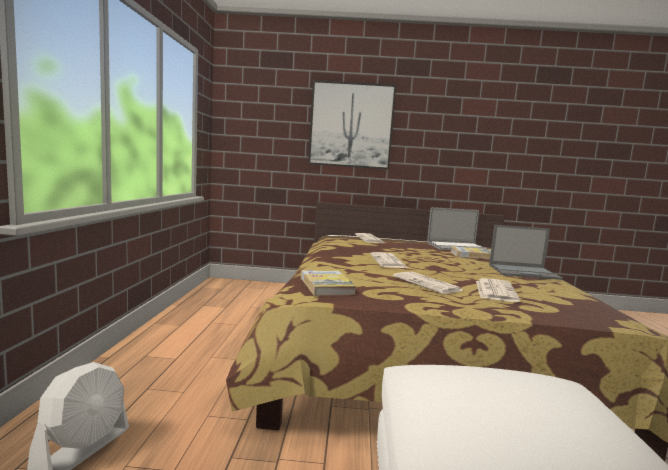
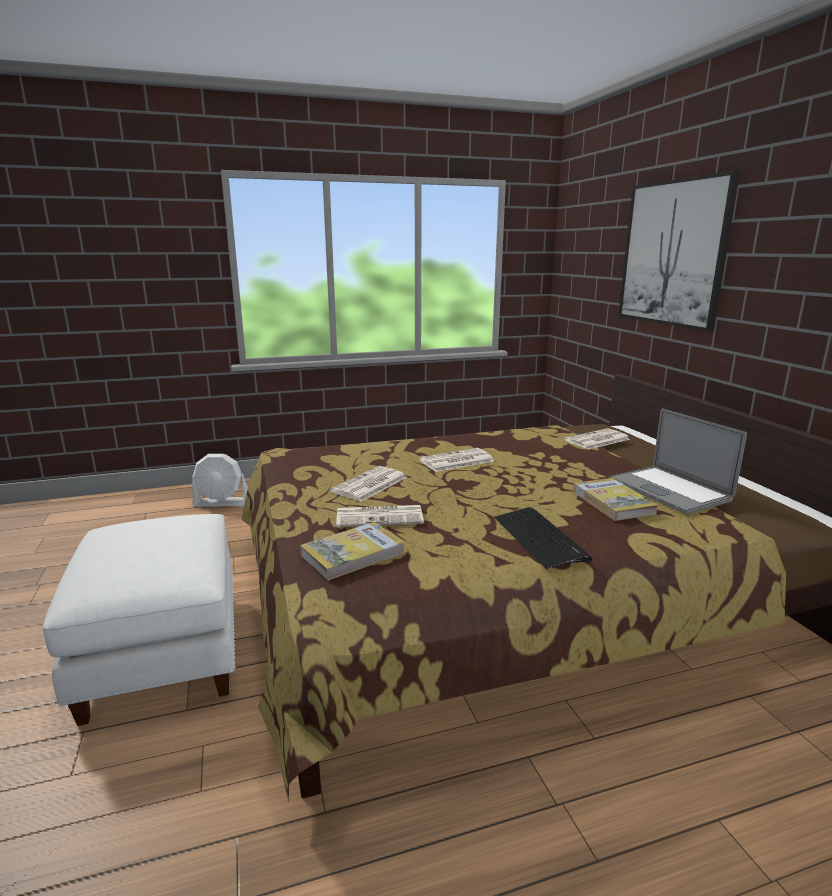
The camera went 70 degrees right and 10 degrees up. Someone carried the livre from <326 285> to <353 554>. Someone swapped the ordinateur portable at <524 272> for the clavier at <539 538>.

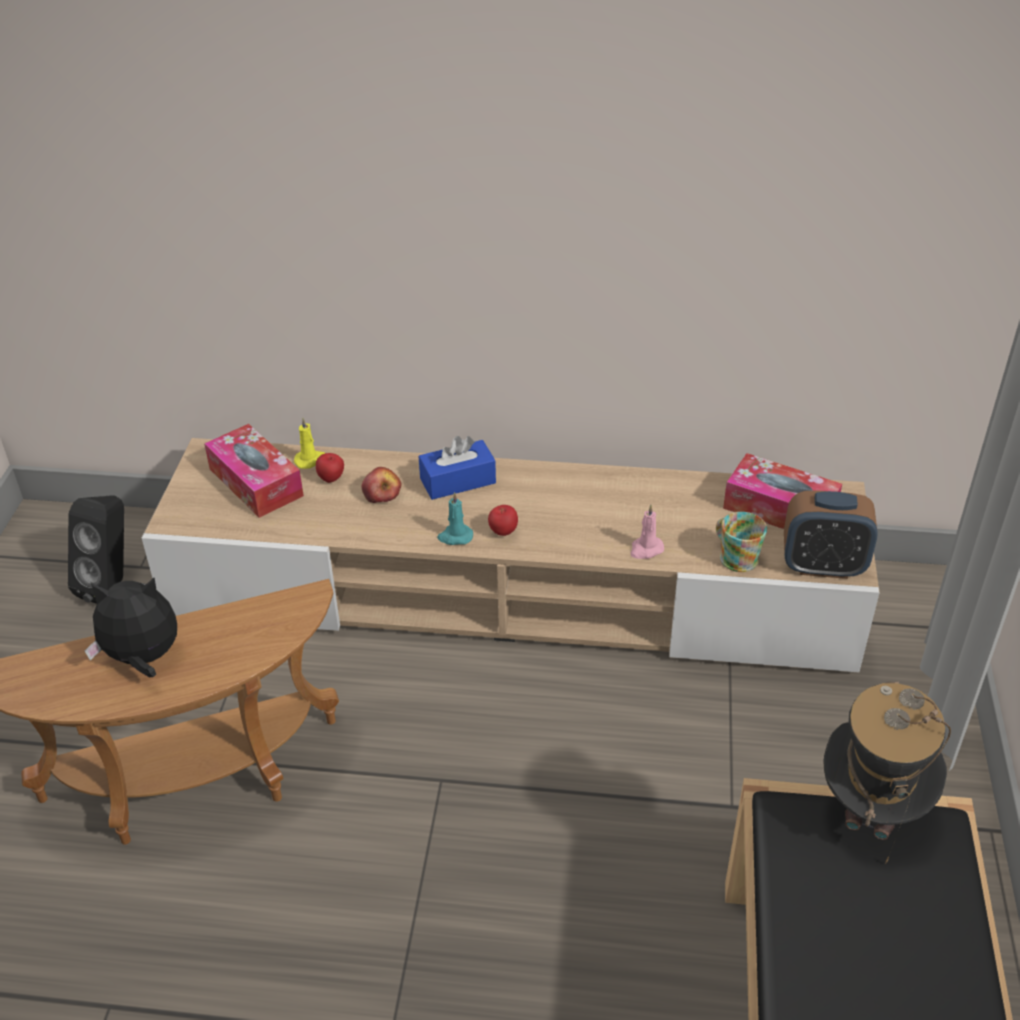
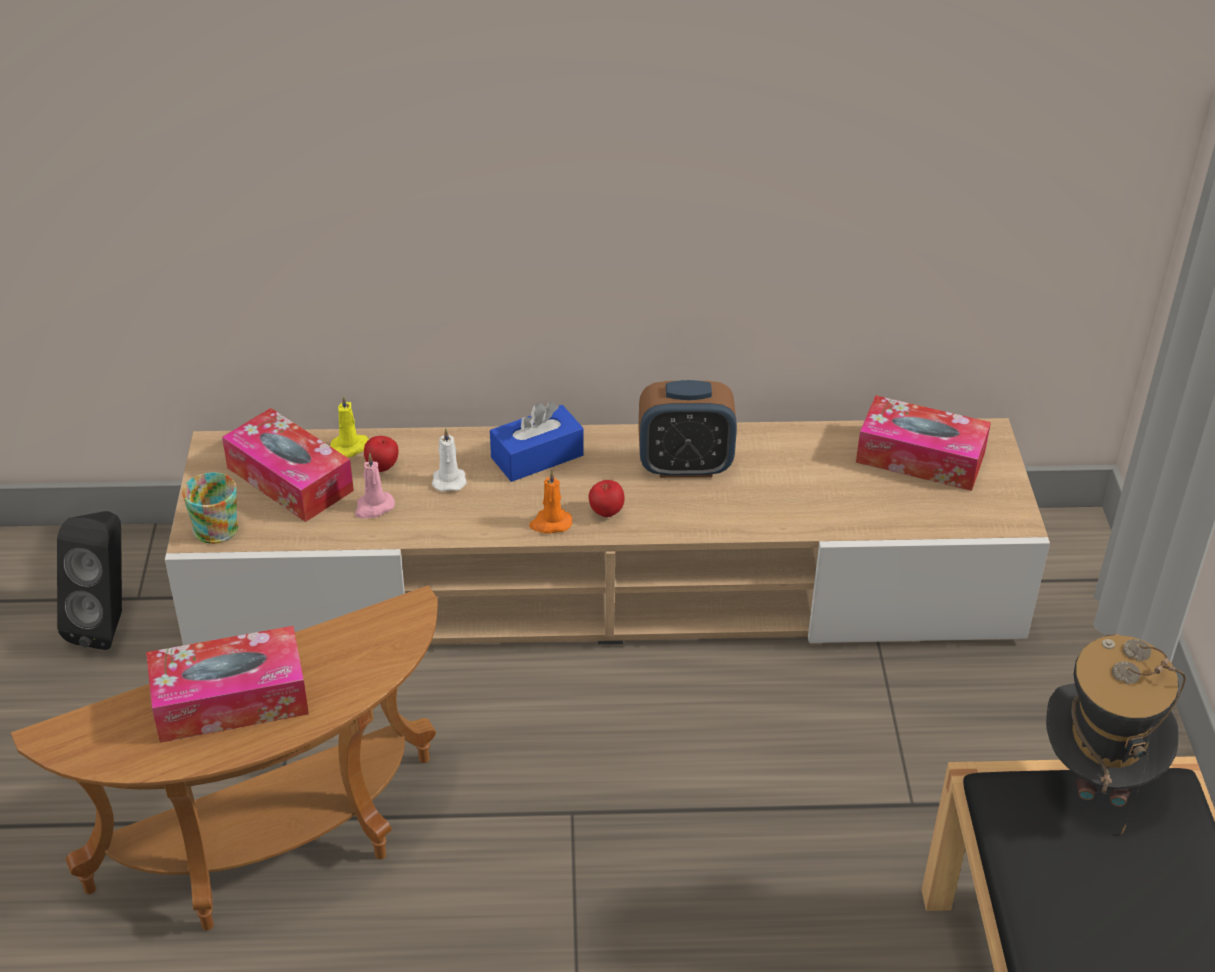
The camera went 10 degrees left and 0 degrees up. Someone carried the bougie/rose from <646 549> to <373 507>. Someone carried the mug from <735 556> to <212 525>. Someone carried the réveil from <822 566> to <685 466>. Someone swapped the peluche at <143 659> for the boîte à mouchoirs at <231 700>. Someone swapped the pomme at <382 493> for the bougie/blanc at <449 479>. Someone repainted the bougie/turquoise at <455 536>, which became the bougie/orange at <550 523>.

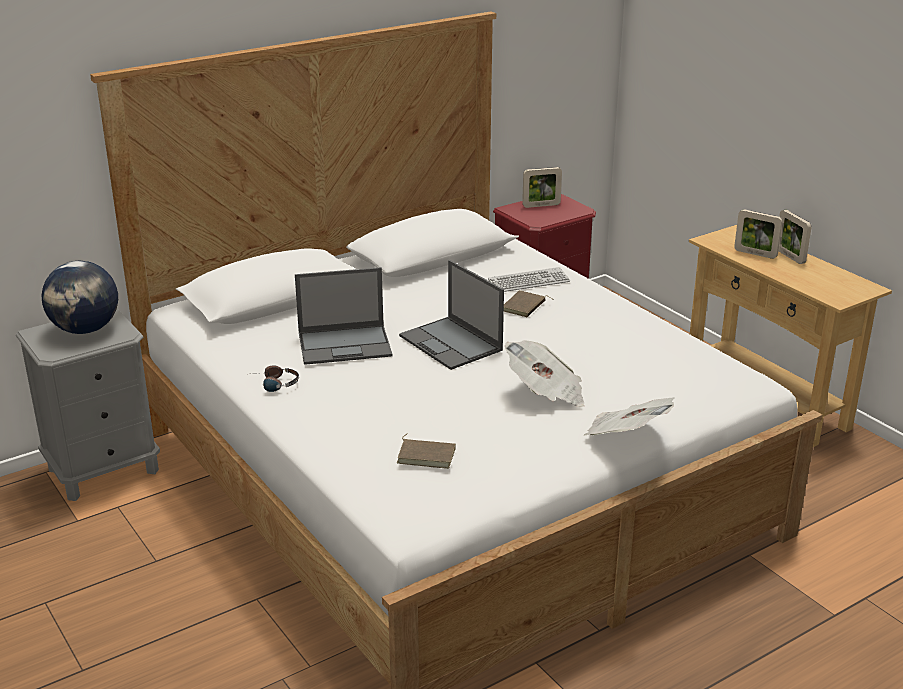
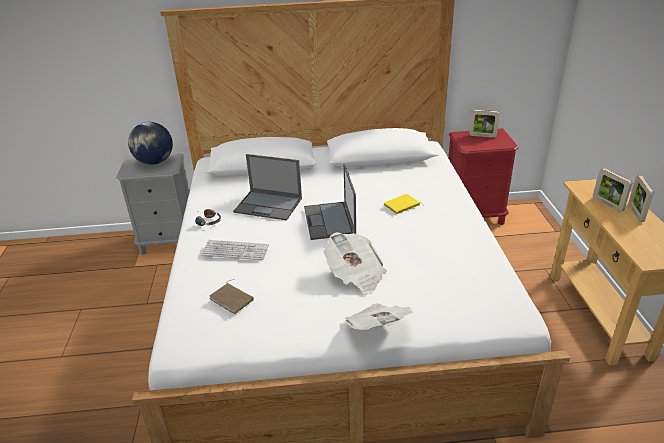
The camera went 30 degrees right and 5 degrees up. Someone carried the clavier from <529 281> to <235 251>. Someone repainted the livre/marron at <524 307>, which became the livre/jaune at <402 206>.

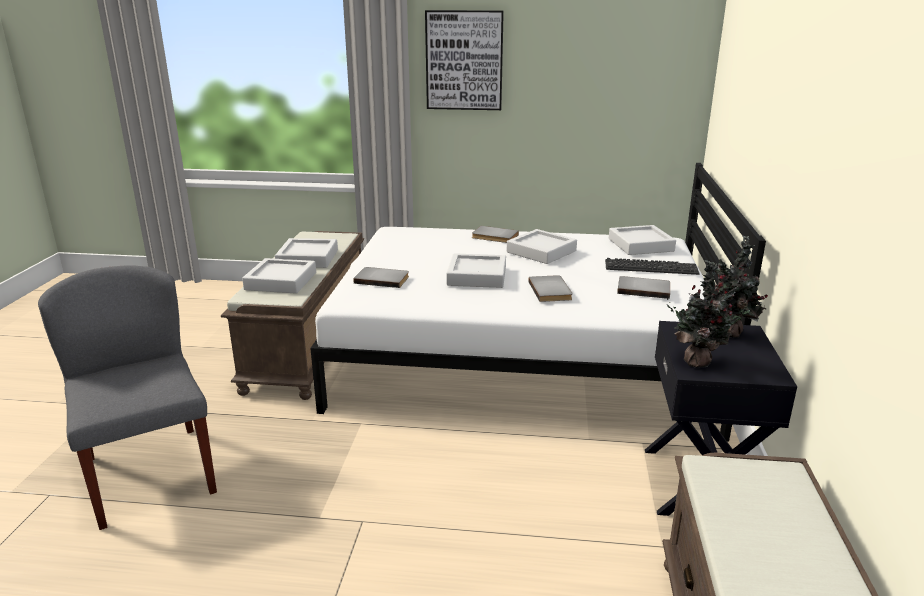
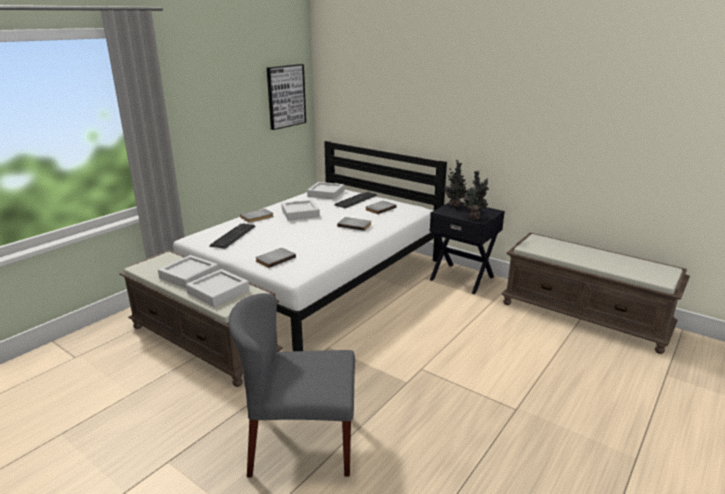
The camera went 60 degrees left and 0 degrees up. Someone took away the plateau/gris at <477 276>. Someone put down the clavier at <233 236>. Someone carried the tableau from <464 60> to <286 96>.

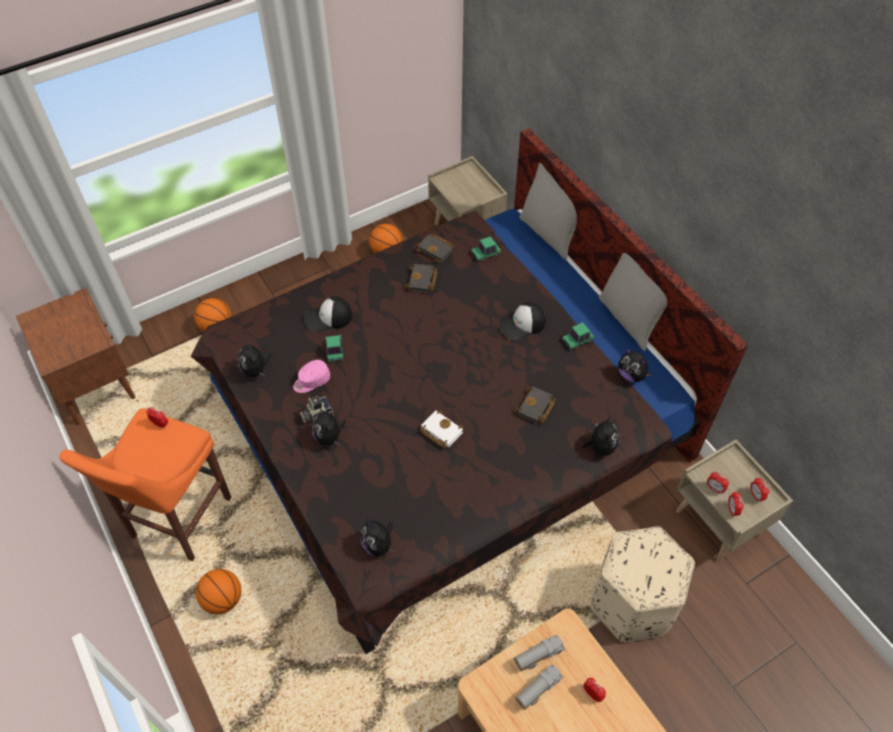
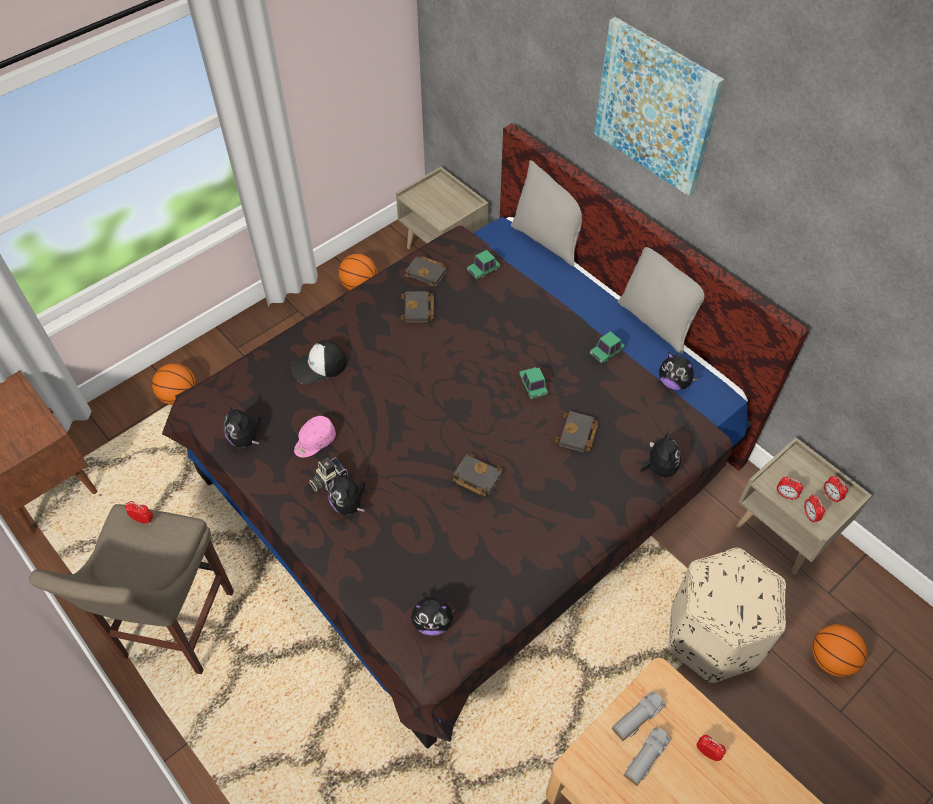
The camera went 10 degrees left and 0 degrees up. Someone took away the casquette at <522 325>. Someone put up the tableau at <656 107>. Someone carried the ballon de basket from <223 599> to <831 659>. Someone carried the petite voiture from <335 351> to <533 386>. Someone repainted the tabouret/orange at <178 521>, which became the tabouret/beige at <175 629>. Someone repainted the livre/blanc at <440 431>, which became the livre/noir at <475 477>. Someone rotated the peluche at <378 545> by 45 degrees counterclockwise.

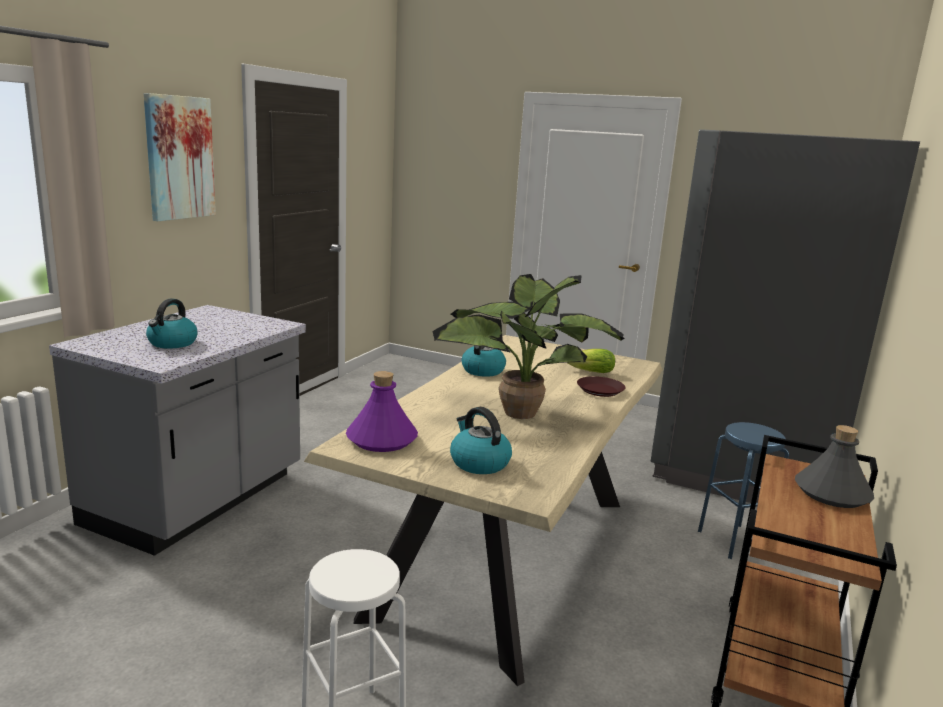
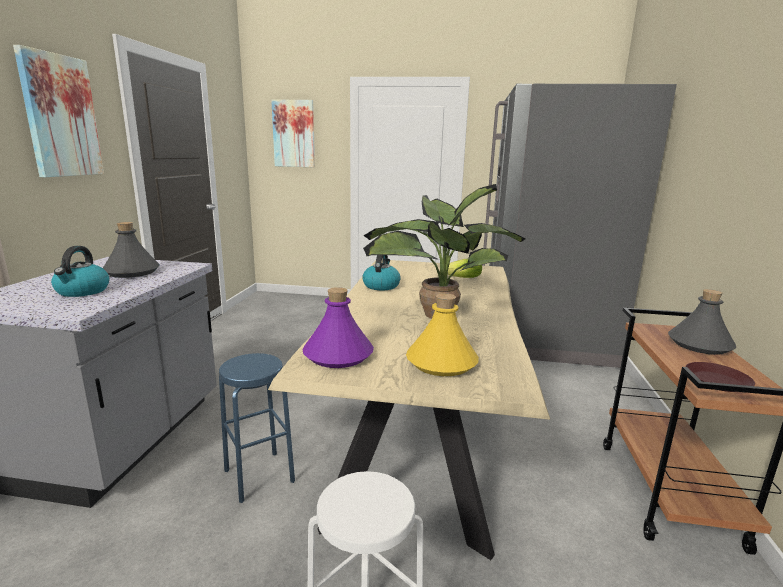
The camera went 15 degrees left and 0 degrees up. Someone put down the bouteille/gris at <132 272>. Someone put up the tableau at <294 134>. Someone carried the assiette/marron from <600 390> to <716 381>. Someone carried the tabouret/bleu from <734 541> to <259 475>. Someone swapped the bouilloire at <478 463> for the bouteille/jaune at <441 363>.

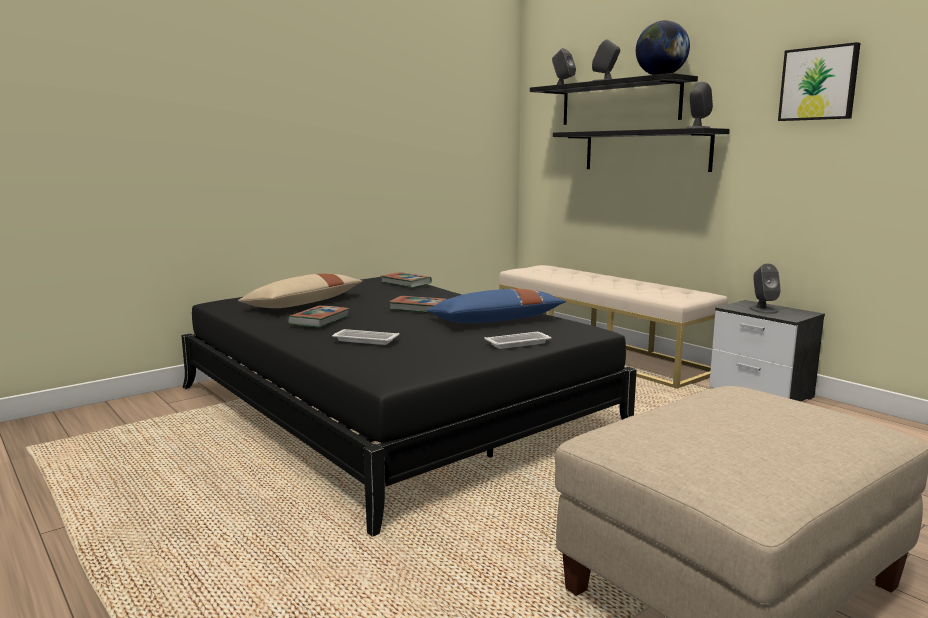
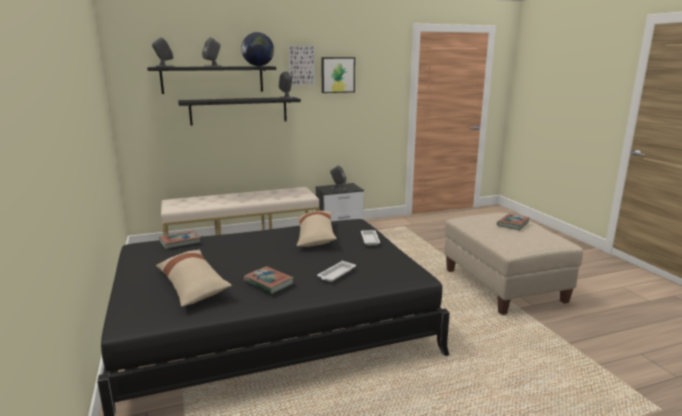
The camera went 70 degrees left and 5 degrees up. Someone put up the tableau at <301 65>. Someone carried the livre from <418 308> to <513 224>. Someone repainted the coussin/bleu at <496 321>, which became the coussin/beige at <315 236>.

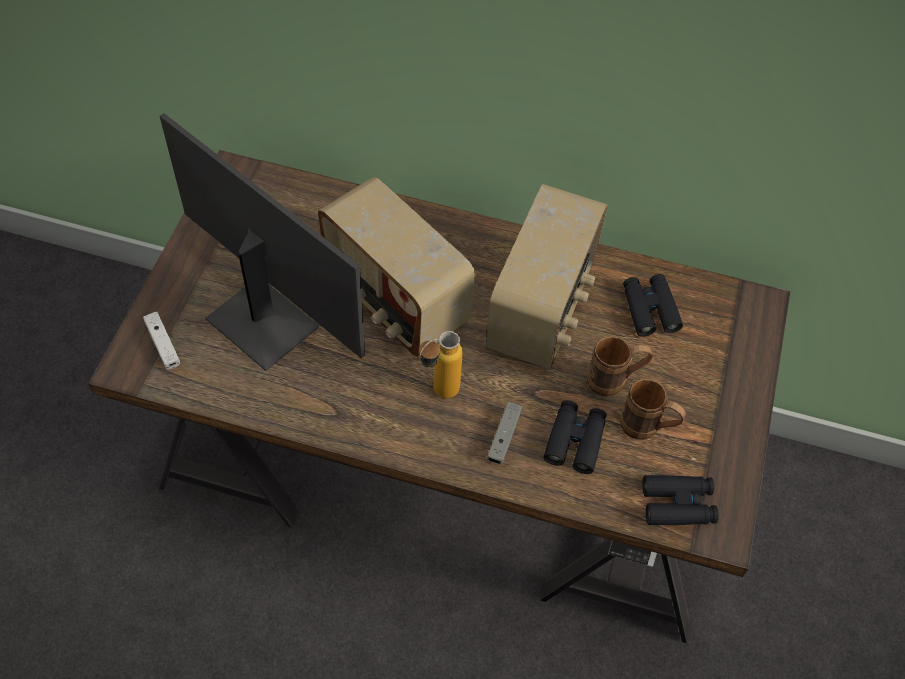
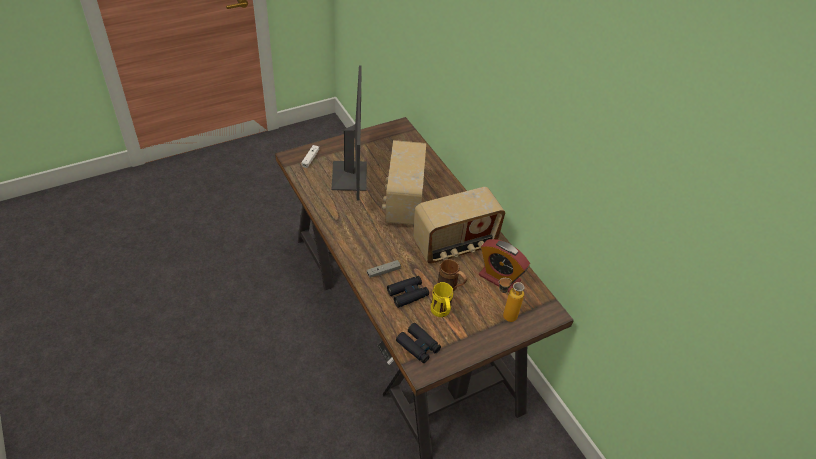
The camera went 45 degrees right and 10 degrees down. Someone carried the bouteille from <437 394> to <503 316>. Someone swapped the jumelles/noir at <650 309> for the réveil at <499 278>. Someone repainted the mug/marron at <647 429>, which became the mug/jaune at <441 313>.

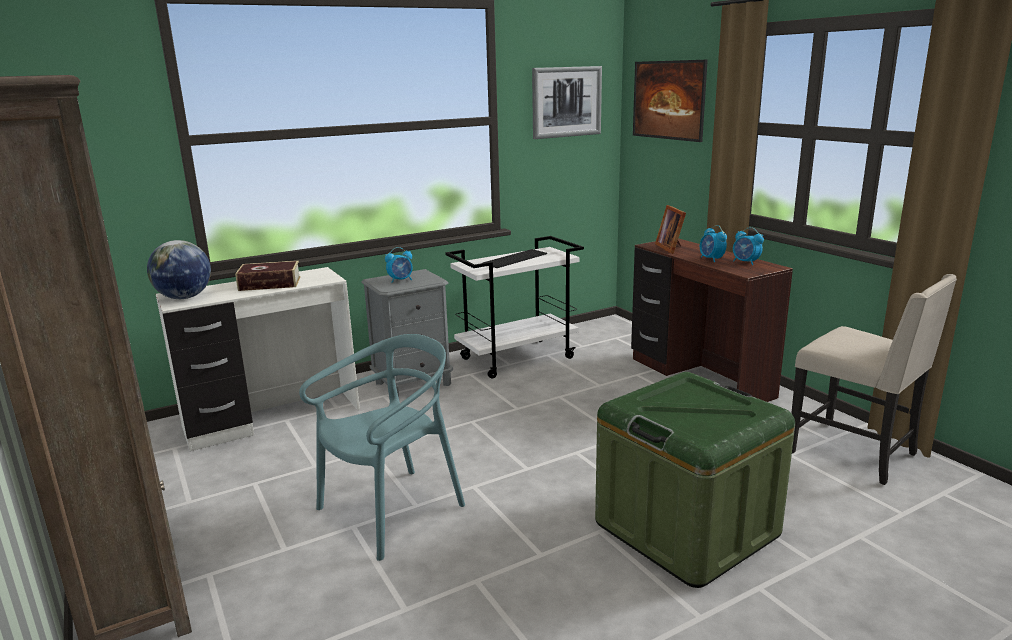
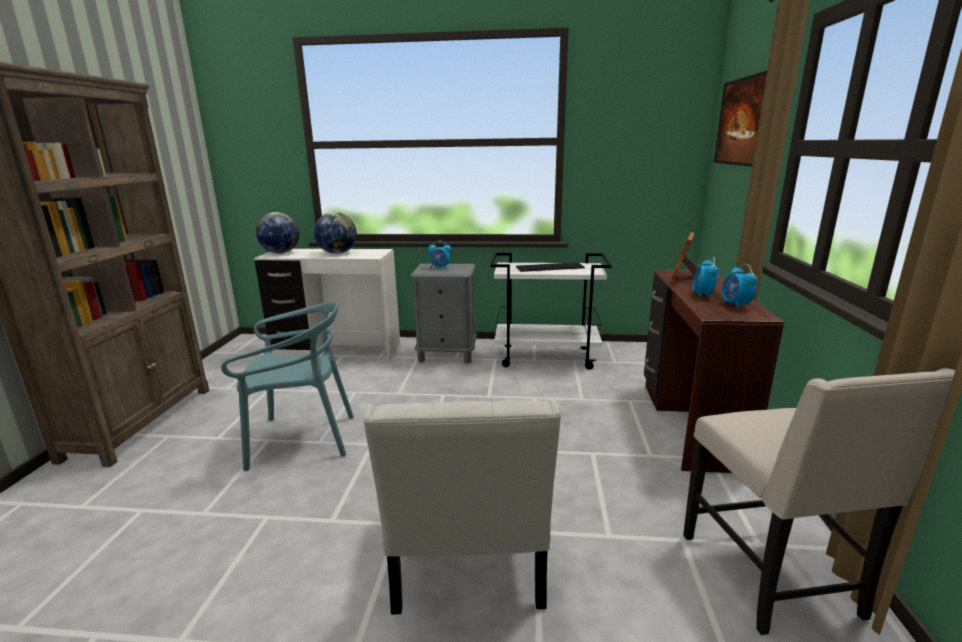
The camera went 35 degrees right and 0 degrees up. Someone took away the tableau at <566 102>. Someone swapped the livre at <270 283> for the globe at <337 253>. Someone swapped the boîte de rangement/vert at <686 528> for the chaise/blanc at <467 561>.

